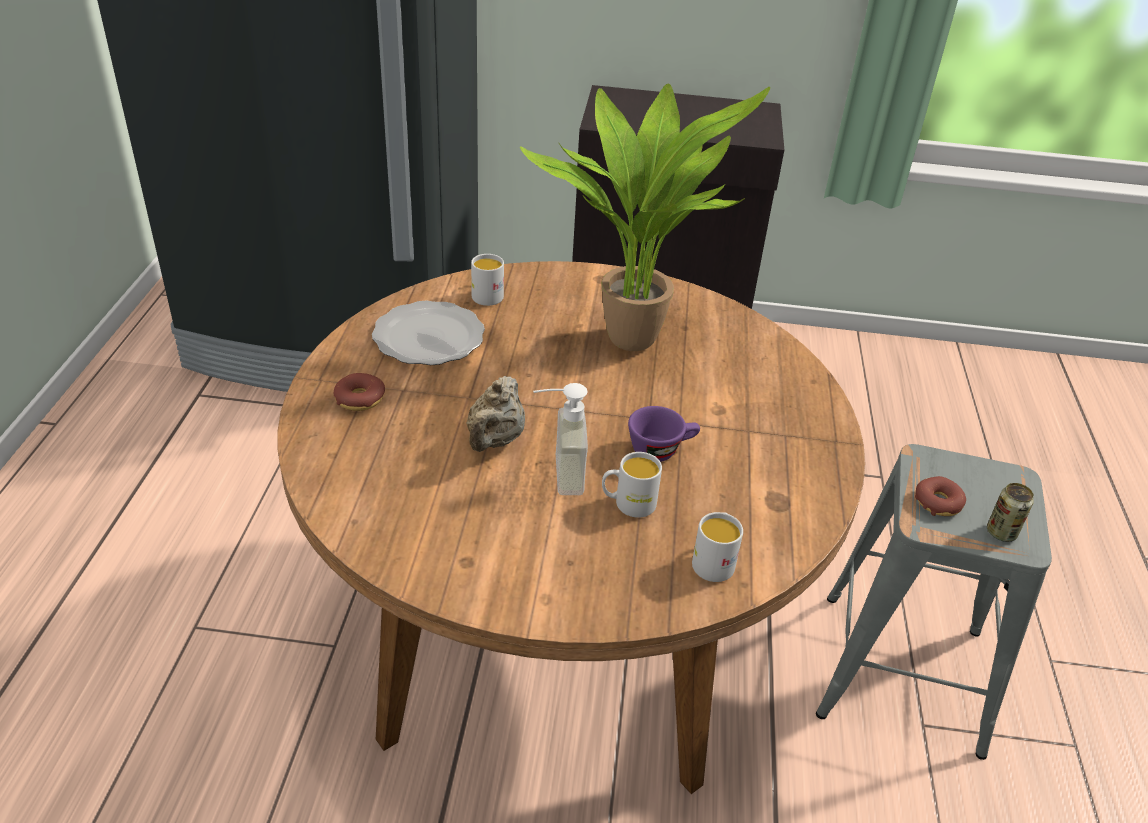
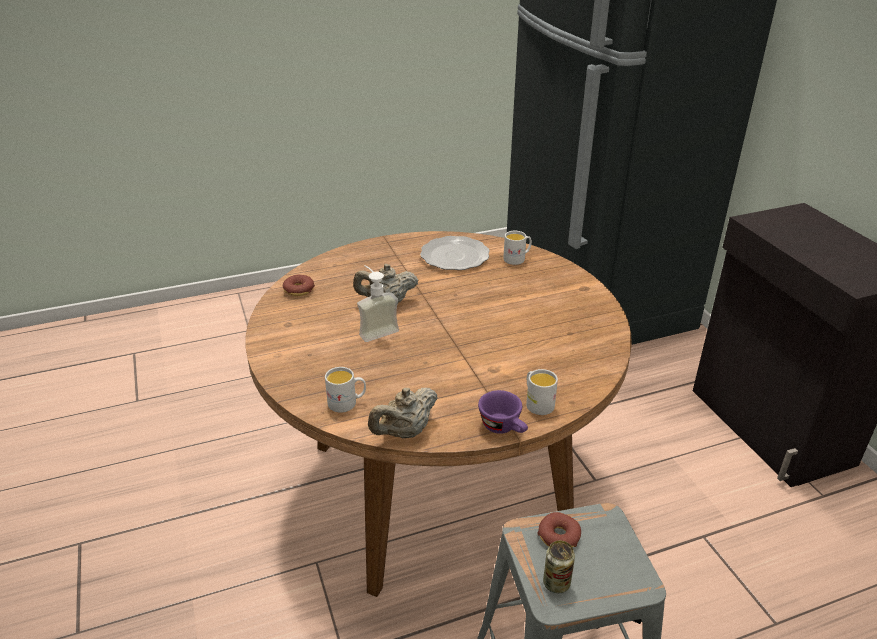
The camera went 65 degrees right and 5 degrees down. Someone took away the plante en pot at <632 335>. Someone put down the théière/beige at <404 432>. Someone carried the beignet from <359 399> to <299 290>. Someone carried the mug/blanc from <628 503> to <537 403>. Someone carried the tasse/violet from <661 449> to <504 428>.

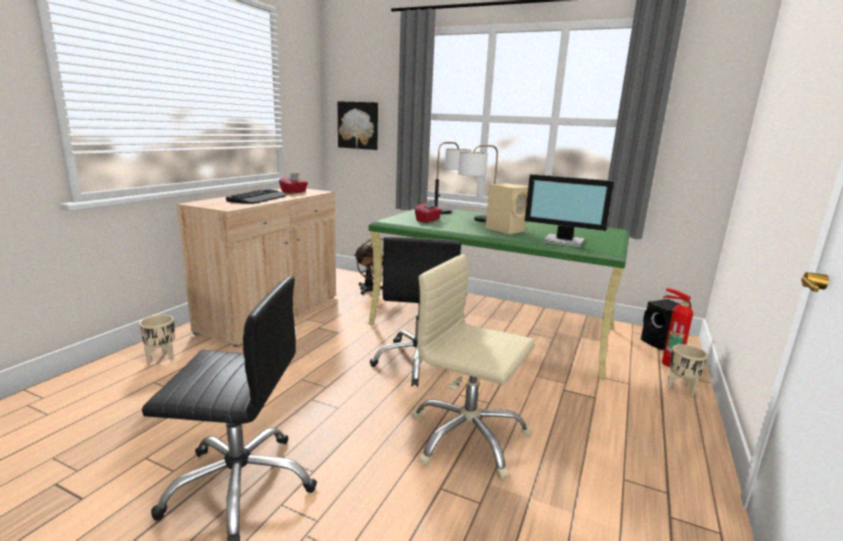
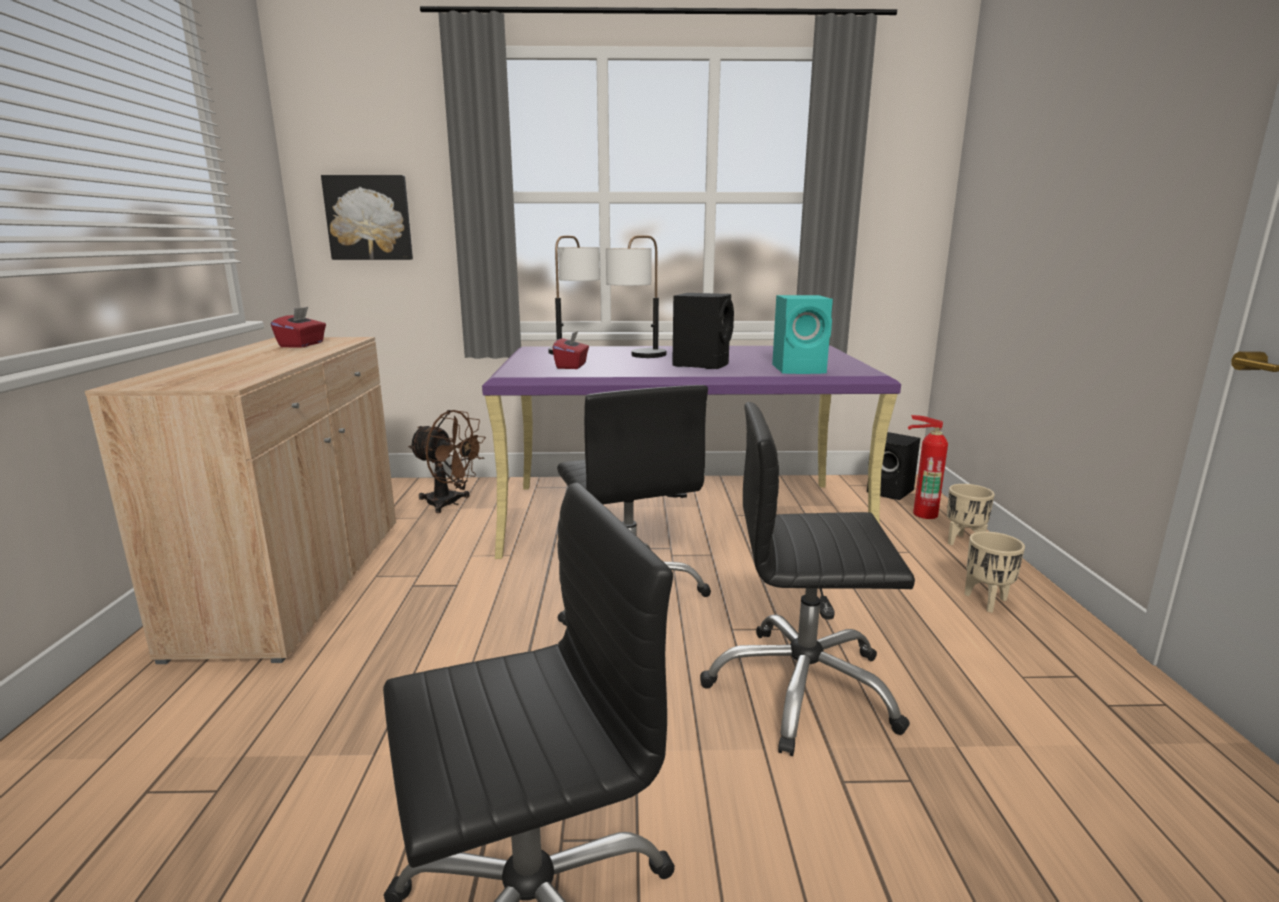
The camera went 25 degrees left and 0 degrees up. Someone took away the clavier at <258 198>. Someone carried the cache-pot/beige from <162 357> to <987 601>. Someone swapped the écran d'ordinateur at <564 242> for the enceinte/turquoise at <800 369>. Someone repainted the bureau/vert at <493 326>, which became the bureau/violet at <682 517>. Someone repainted the chaise de bureau/beige at <467 437>, which became the chaise de bureau/noir at <802 689>. Someone repainted the enceinte/beige at <506 230>, which became the enceinte/noir at <702 364>.

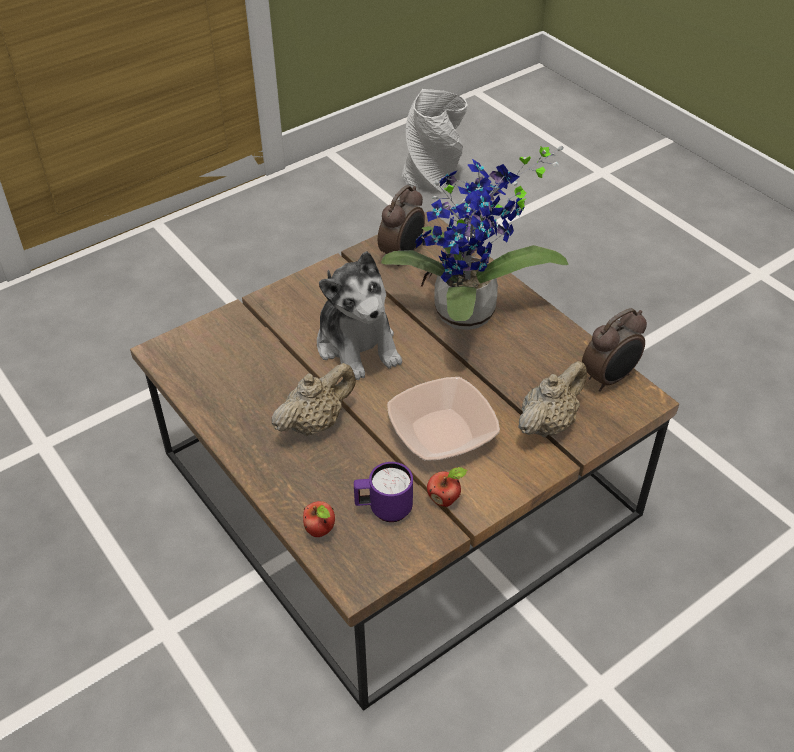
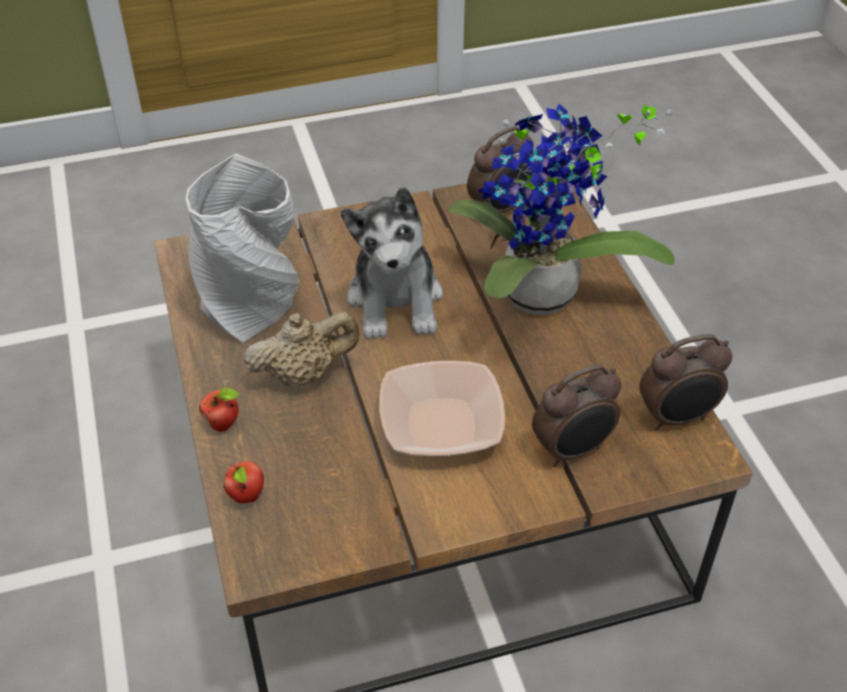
The camera went 20 degrees right and 0 degrees up. Someone took away the mug/violet at <384 509>. Someone carried the vase/gris from <433 177> to <252 307>. Someone carried the pomme from <445 499> to <224 424>. Someone swapped the théière/beige at <548 423> for the réveil at <573 450>.

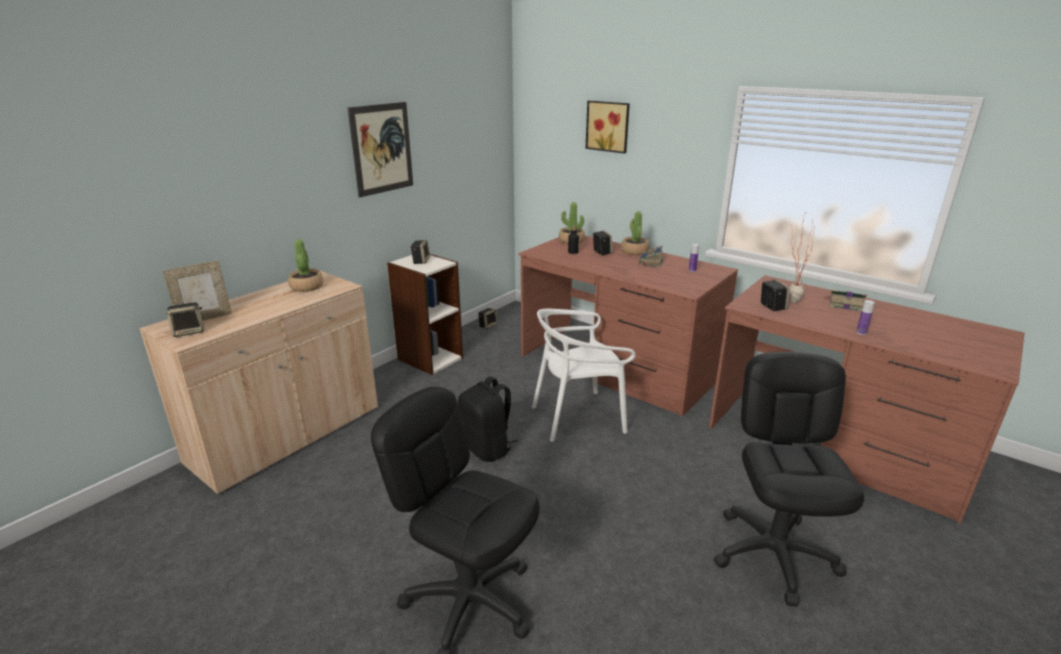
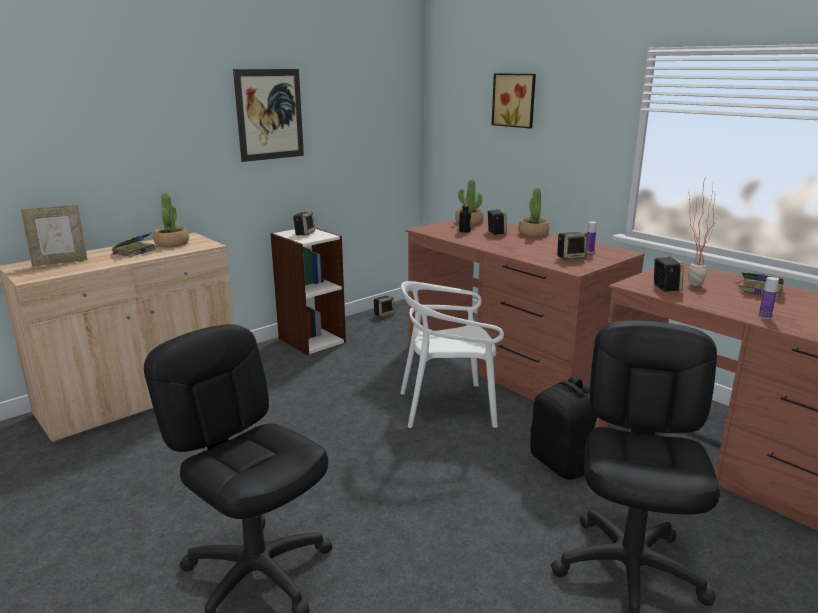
The camera went 10 degrees right and 5 degrees down. Someone carried the enceinte from <189 331> to <571 257>. Someone carried the sac à dos/noir from <487 448> to <563 464>. Someone carried the livre from <650 262> to <133 251>.

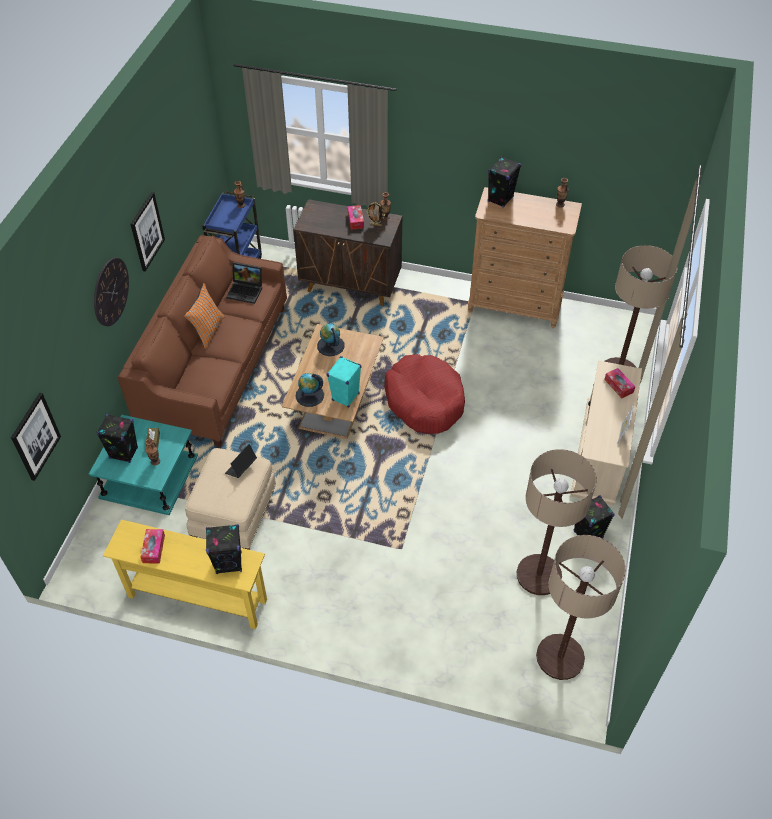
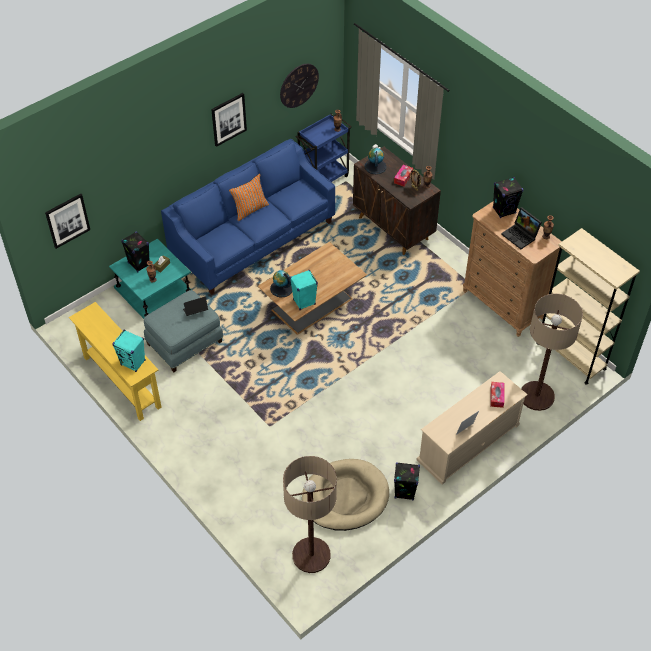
The camera went 35 degrees right and 0 degrees up. Someone took away the boîte à mouchoirs at <153 549>. Someone took away the panier pour chien/rouge at <424 401>. Someone put down the bibliothèque/beige at <571 356>. Someone carried the horloge murale from <110 292> to <299 85>. Someone carried the ordinateur portable from <246 291> to <521 236>. Someone carried the globe from <330 346> to <375 166>. Someone swapped the lampadaire at <538 575> for the panier pour chien/beige at <345 497>. Someone repainted the canapé/marron at <216 366>, which became the canapé/bleu at <253 239>. Someone repainted the pouf/beige at <235 515>, which became the pouf/bleu at <185 344>. Someone repainted the enceinte/noir at <229 563>, which became the enceinte/turquoise at <133 363>.

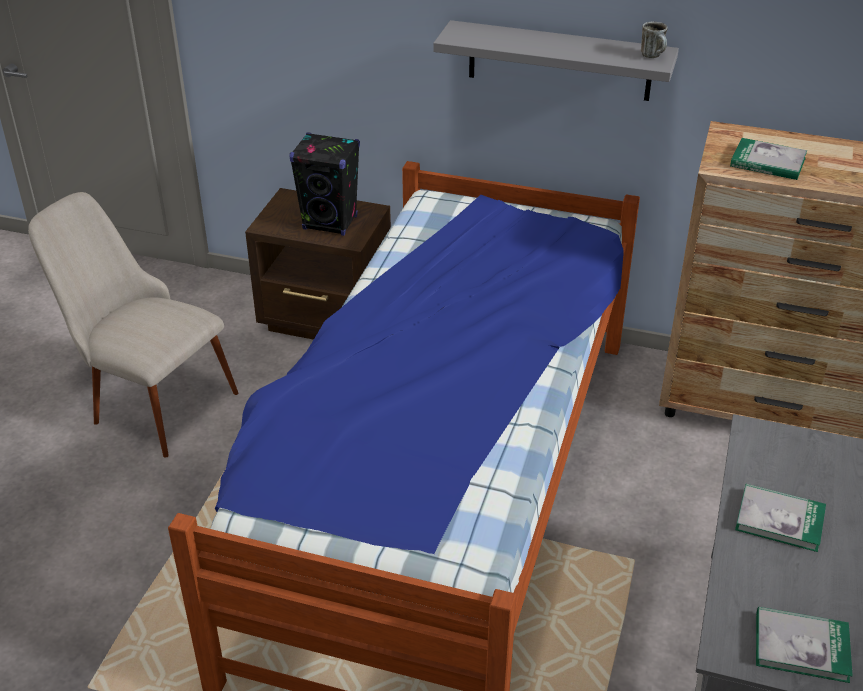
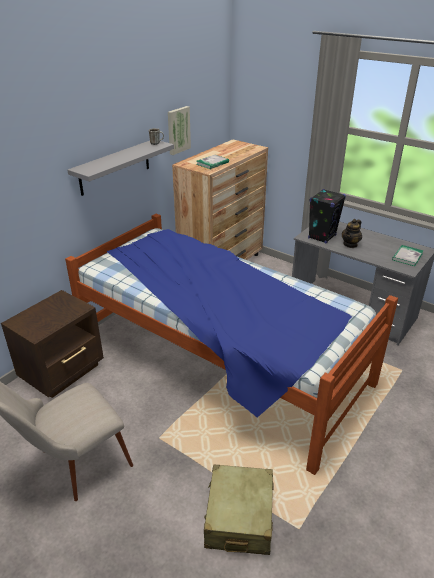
The camera went 70 degrees left and 5 degrees down. Someone put up the tableau at <178 130>. Someone put down the valise/beige at <239 517>. Someone carried the enceinte/noir from <330 223> to <322 237>. Someone swapped the livre at <779 520> for the théière at <350 244>.

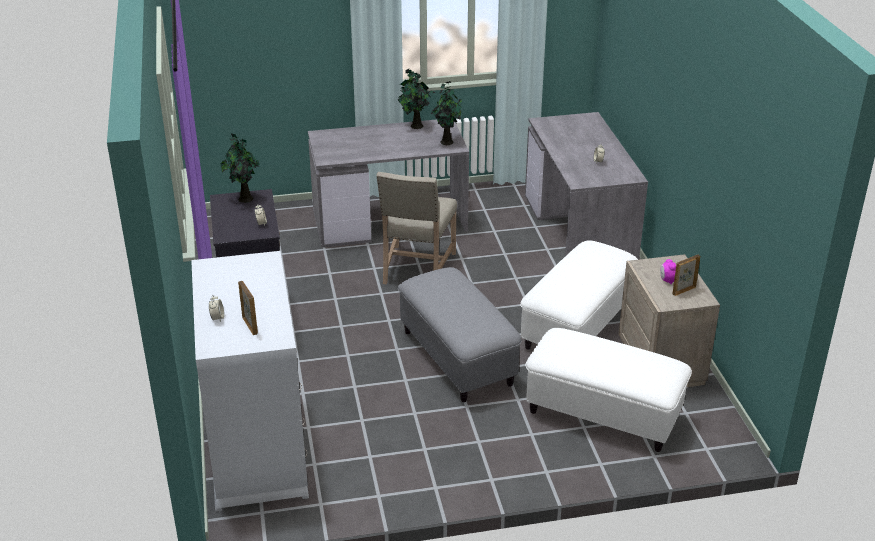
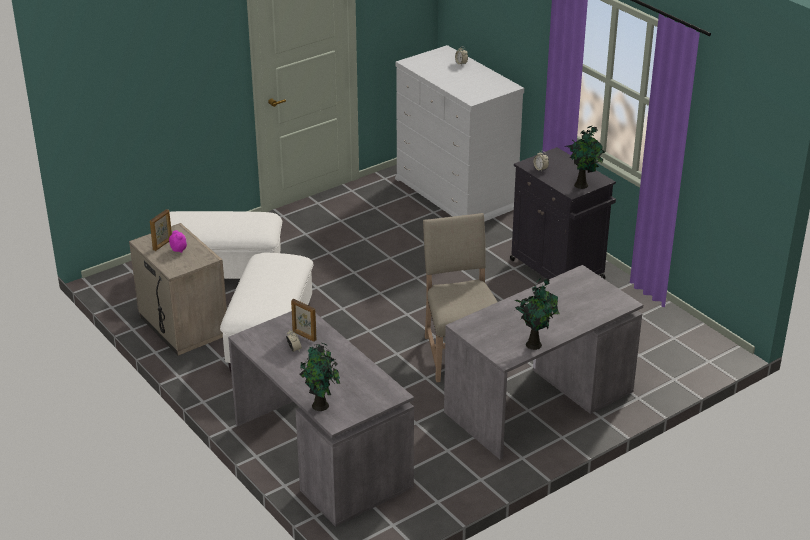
The camera went 155 degrees right and 0 degrees up. Someone took away the pouf/gris at <458 357>. Someone carried the cadre photo from <250 325> to <304 336>. Someone carried the plante en pot from <446 141> to <321 406>.

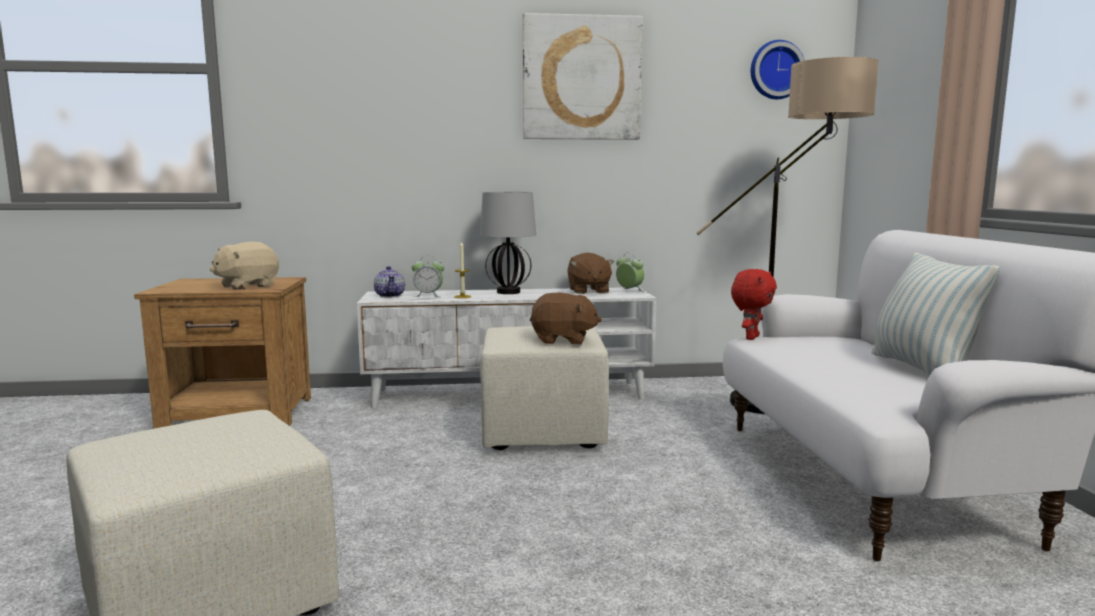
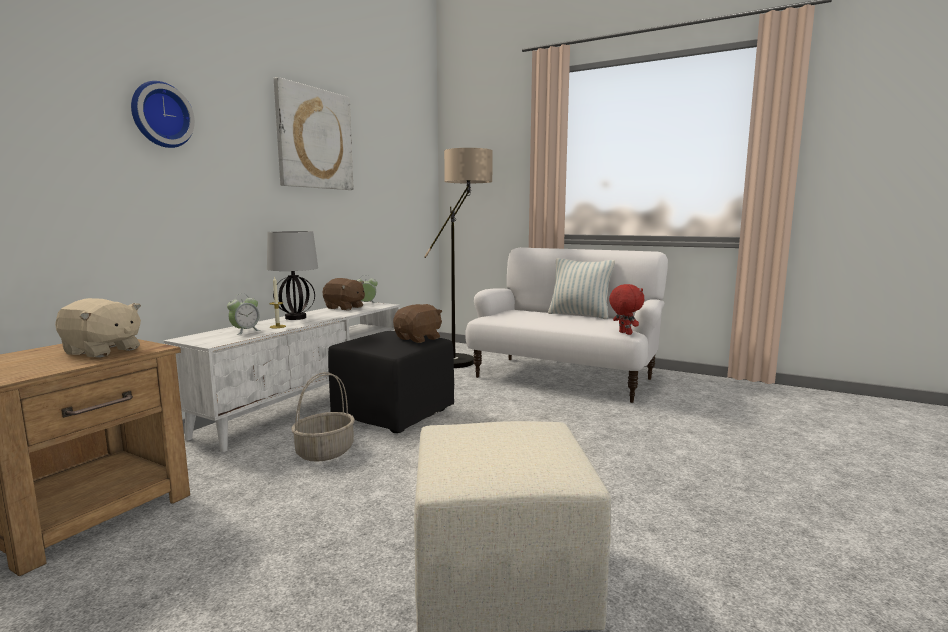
The camera went 55 degrees left and 0 degrees up. Someone took away the théière at <390 295>. Someone put down the panier at <325 452>. Someone carried the peluche/rouge from <750 337> to <624 333>. Someone carried the horloge murale from <775 70> to <160 115>. Someone repainted the pouf/beige at <544 432>, which became the pouf/noir at <394 414>. Someone rotated the peluche/beige at <247 286> by 60 degrees counterclockwise.

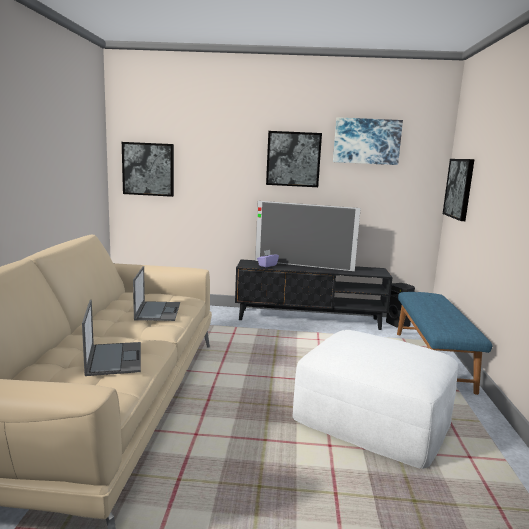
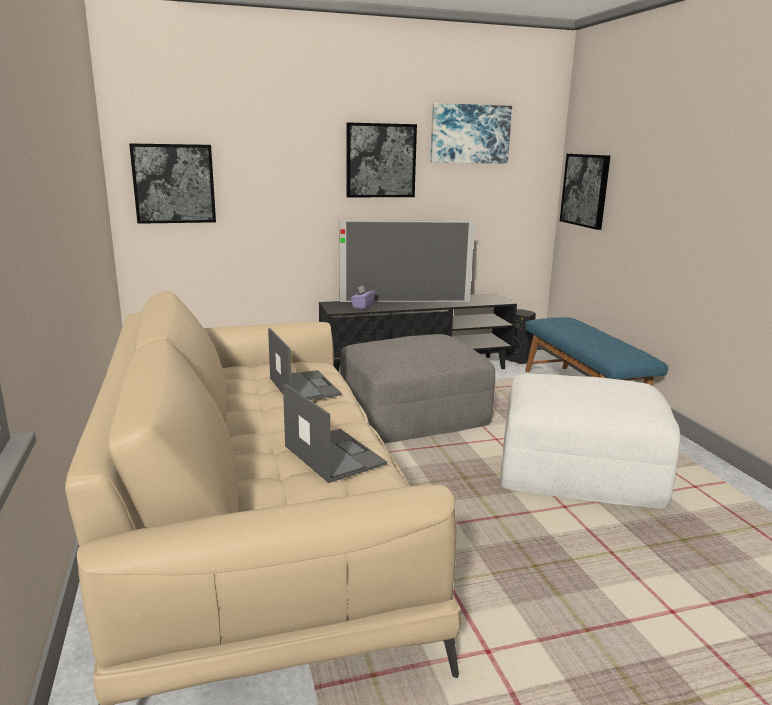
The camera went 20 degrees left and 5 degrees up. Someone put down the pouf/gris at <413 414>.

